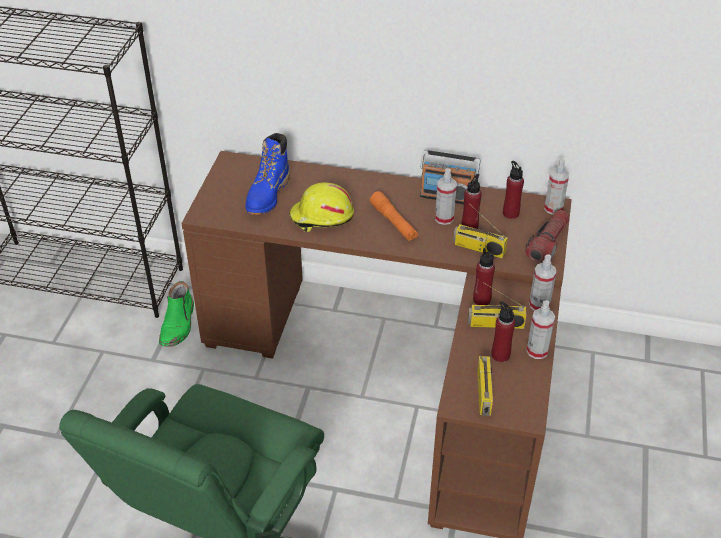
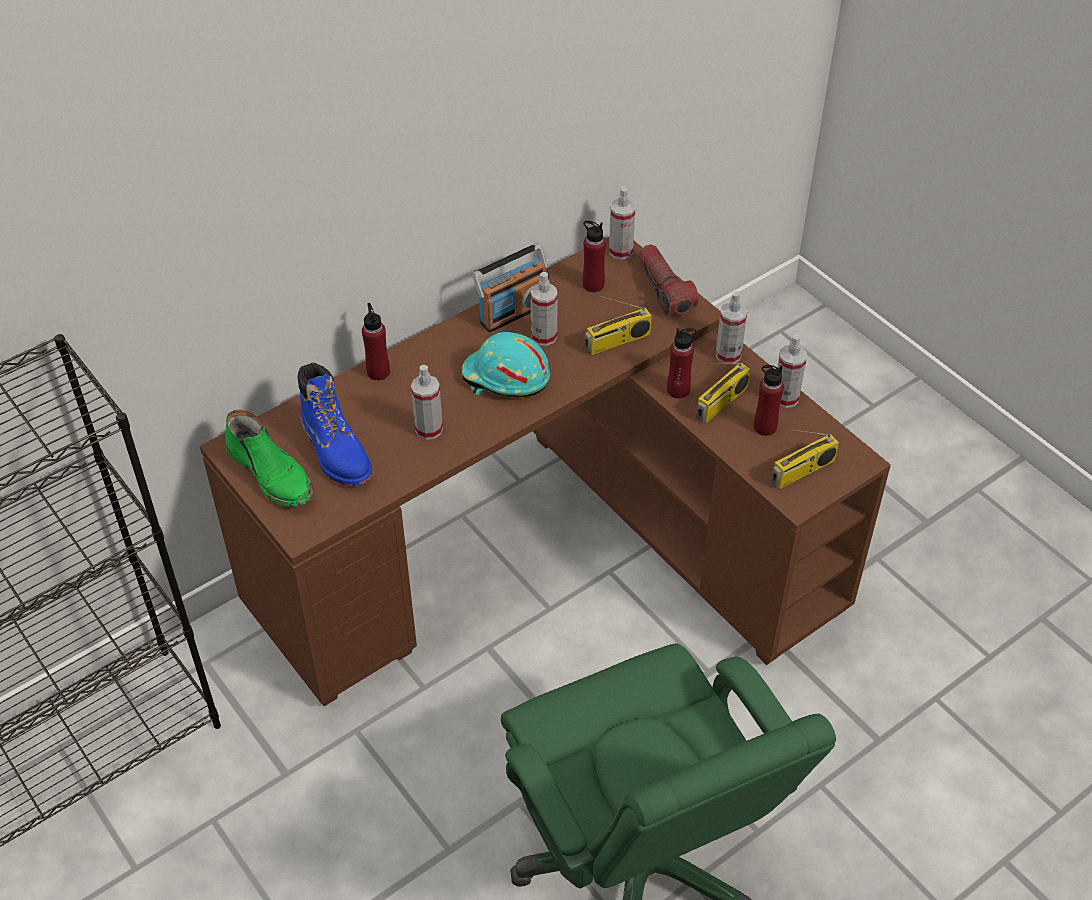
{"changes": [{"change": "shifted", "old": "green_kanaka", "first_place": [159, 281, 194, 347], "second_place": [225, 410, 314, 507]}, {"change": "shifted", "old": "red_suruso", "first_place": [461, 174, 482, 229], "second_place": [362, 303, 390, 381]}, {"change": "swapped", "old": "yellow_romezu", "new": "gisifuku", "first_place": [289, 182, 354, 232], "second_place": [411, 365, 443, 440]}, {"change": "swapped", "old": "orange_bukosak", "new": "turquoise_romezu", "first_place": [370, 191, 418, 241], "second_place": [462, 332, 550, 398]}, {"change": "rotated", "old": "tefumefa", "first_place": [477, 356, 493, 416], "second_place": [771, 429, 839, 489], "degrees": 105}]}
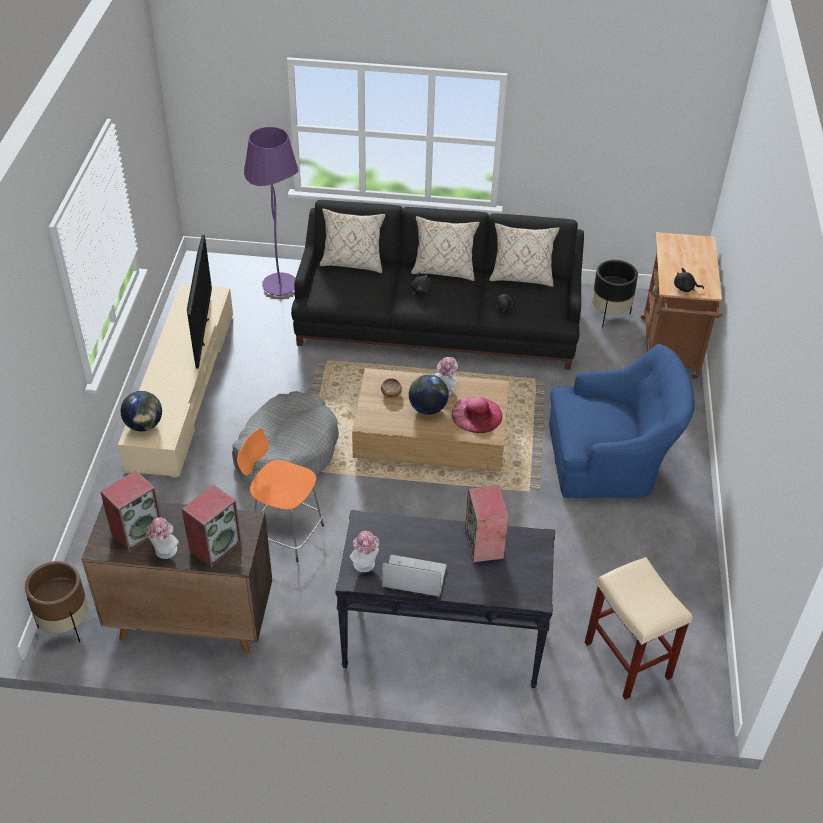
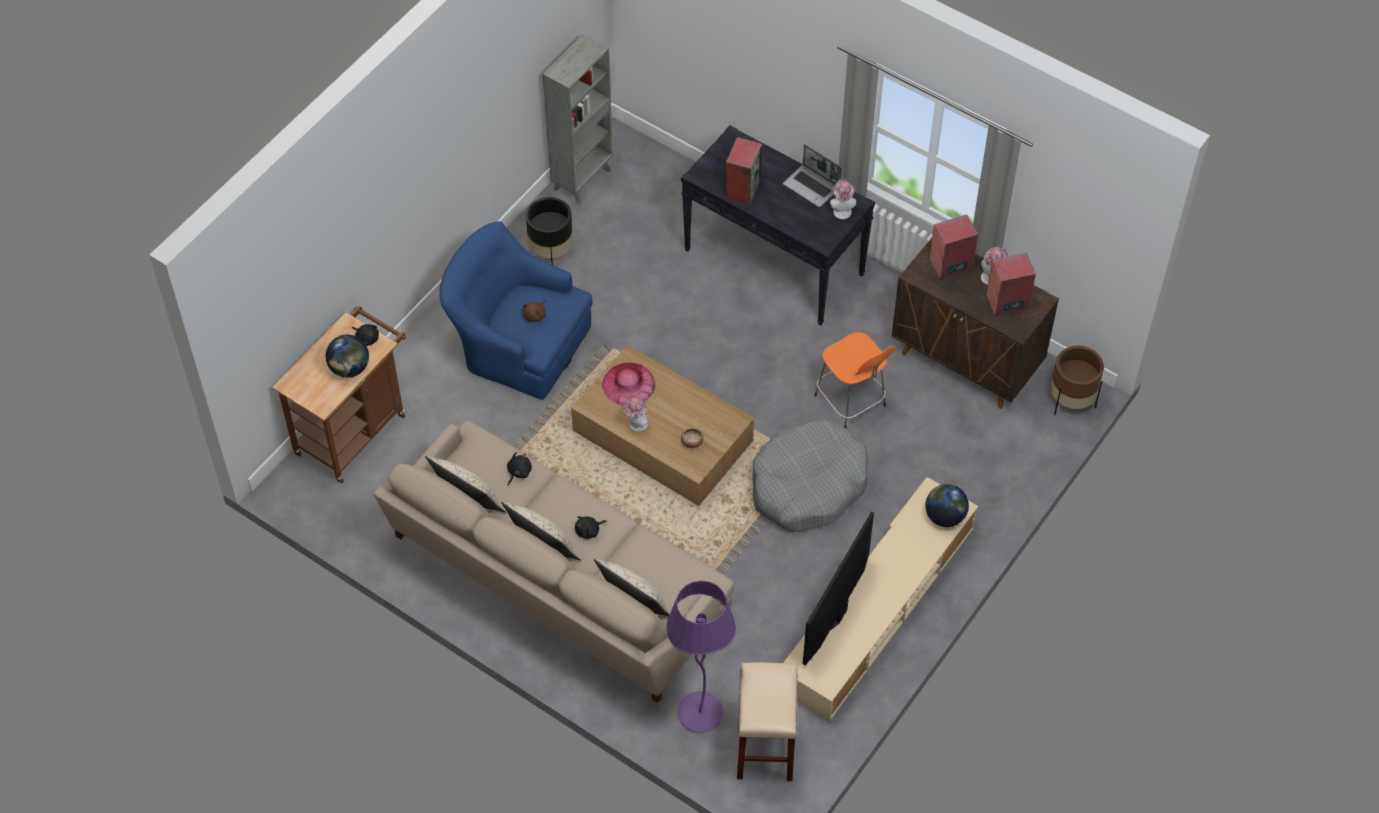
{"changes": [{"change": "shifted", "old": "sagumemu", "first_place": [409, 374, 449, 415], "second_place": [326, 335, 369, 378]}, {"change": "repainted", "old": "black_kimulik", "new": "beige_kimulik", "first_place": [291, 200, 584, 370], "second_place": [374, 420, 734, 703]}, {"change": "new", "new": "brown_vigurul", "second_place": [522, 300, 546, 322]}, {"change": "shifted", "old": "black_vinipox", "first_place": [592, 260, 638, 327], "second_place": [526, 197, 573, 265]}, {"change": "new", "new": "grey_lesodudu", "second_place": [543, 34, 613, 204]}, {"change": "shifted", "old": "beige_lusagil", "first_place": [585, 557, 692, 700], "second_place": [737, 662, 798, 781]}]}
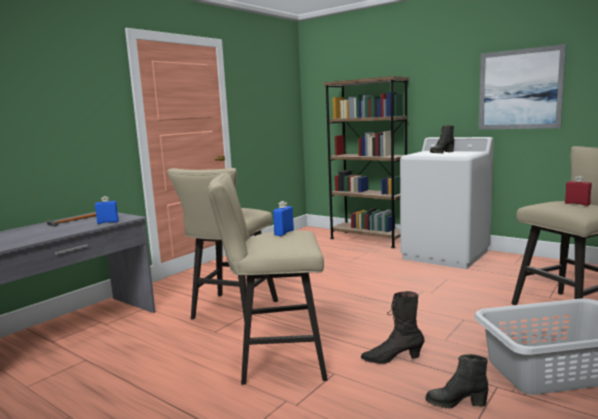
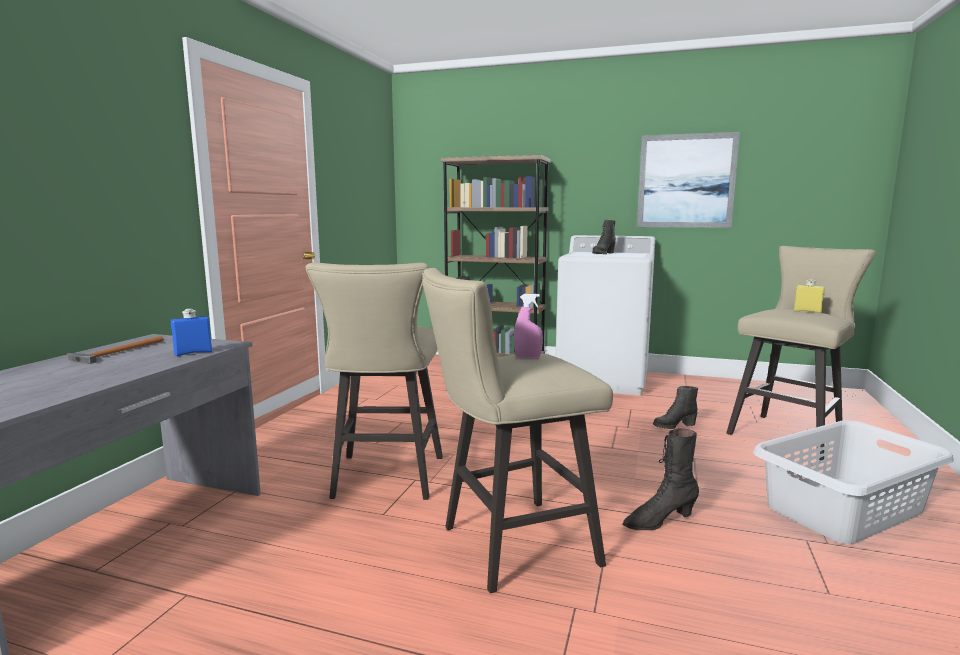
{"changes": [{"change": "swapped", "old": "blue_suruso", "new": "pink_gisifuku", "first_place": [273, 201, 294, 236], "second_place": [514, 294, 543, 358]}, {"change": "shifted", "old": "black_kanaka", "first_place": [426, 354, 488, 409], "second_place": [653, 386, 698, 429]}, {"change": "repainted", "old": "red_suruso", "new": "yellow_suruso", "first_place": [565, 176, 592, 206], "second_place": [794, 279, 825, 313]}]}
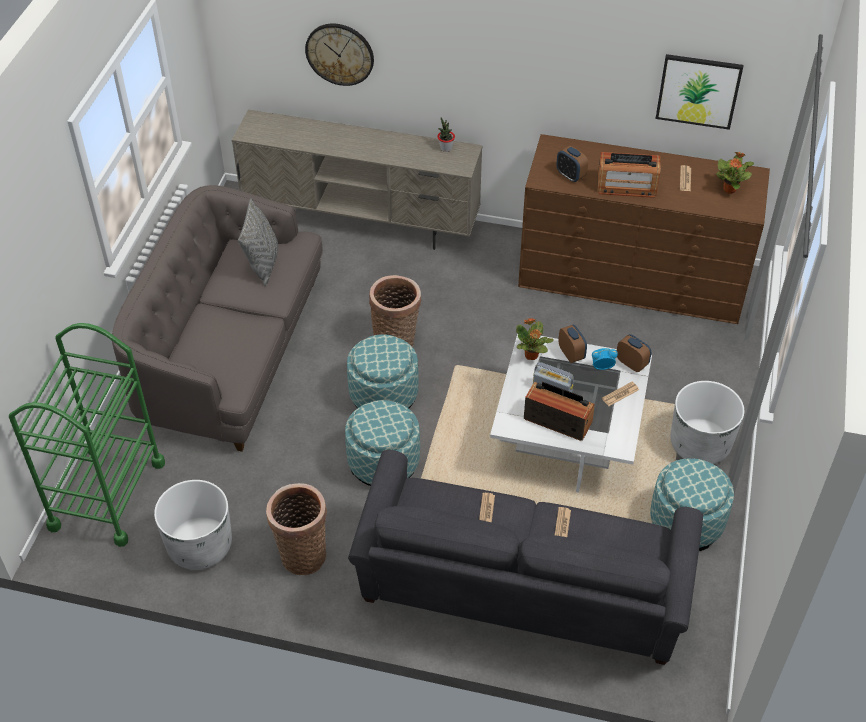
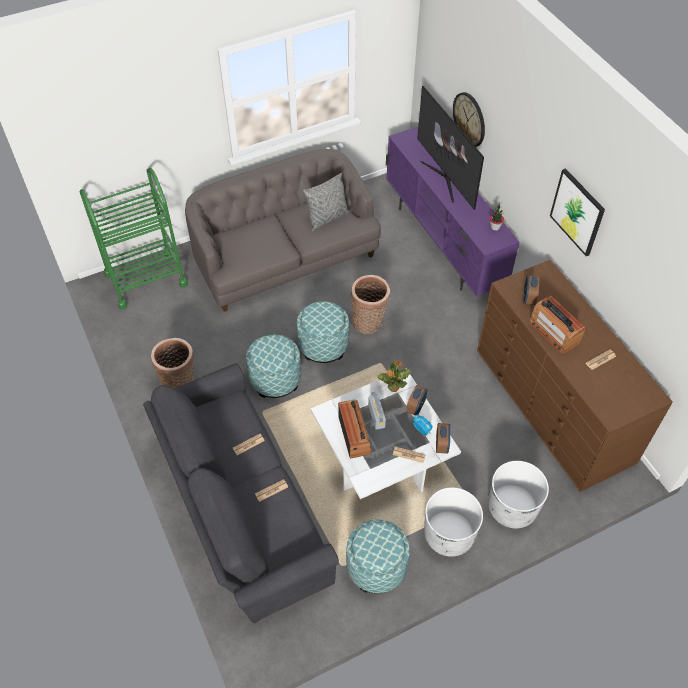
{"changes": [{"change": "repainted", "old": "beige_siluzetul", "new": "purple_siluzetul", "first_place": [232, 109, 483, 250], "second_place": [386, 127, 520, 297]}, {"change": "new", "new": "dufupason", "second_place": [417, 86, 484, 210]}, {"change": "shifted", "old": "white_vinipox", "first_place": [154, 480, 232, 570], "second_place": [488, 461, 549, 528]}, {"change": "shifted", "old": "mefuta", "first_place": [656, 54, 743, 130], "second_place": [550, 168, 605, 256]}, {"change": "gone", "old": "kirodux", "first_place": [716, 152, 754, 194]}]}
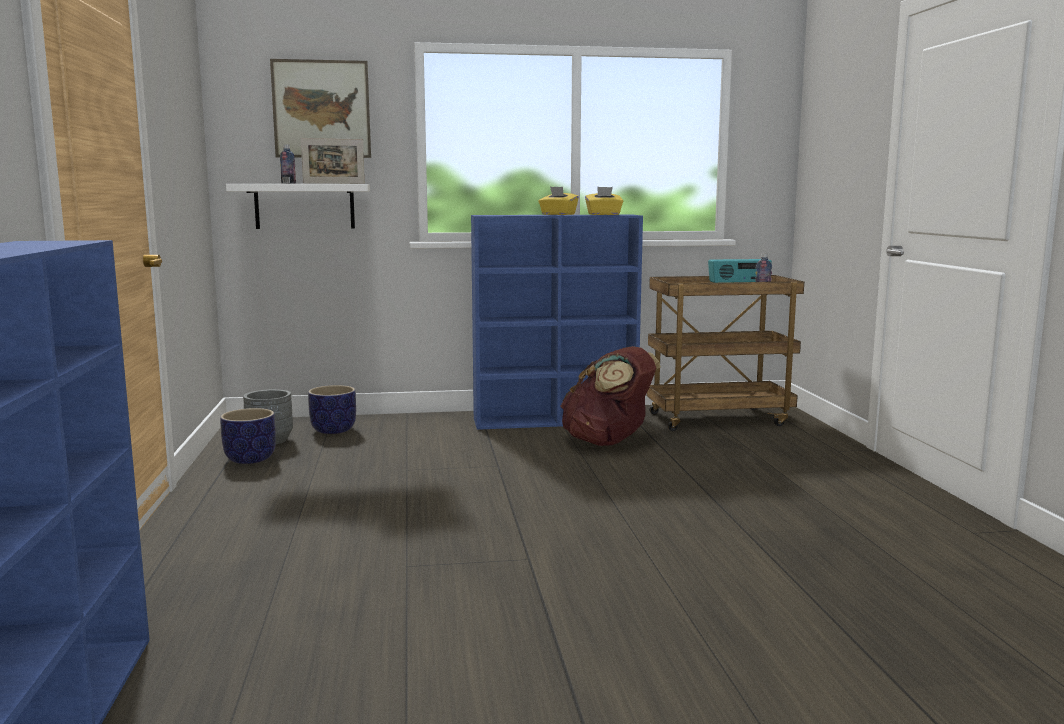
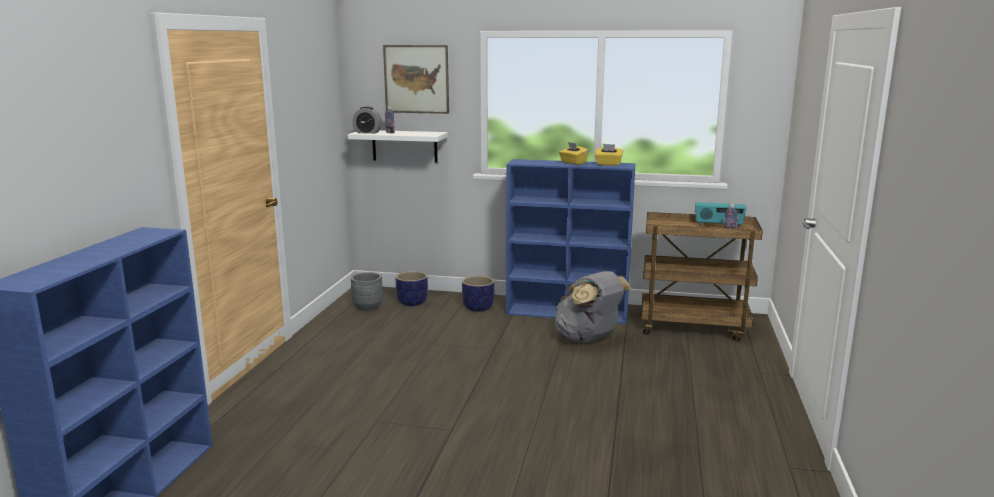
{"changes": [{"change": "new", "new": "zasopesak", "second_place": [353, 106, 382, 134]}, {"change": "shifted", "old": "vinipox", "first_place": [220, 408, 276, 464], "second_place": [462, 276, 495, 312]}, {"change": "repainted", "old": "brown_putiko", "new": "grey_putiko", "first_place": [560, 346, 661, 446], "second_place": [555, 271, 632, 343]}, {"change": "gone", "old": "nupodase", "first_place": [301, 138, 365, 184]}]}
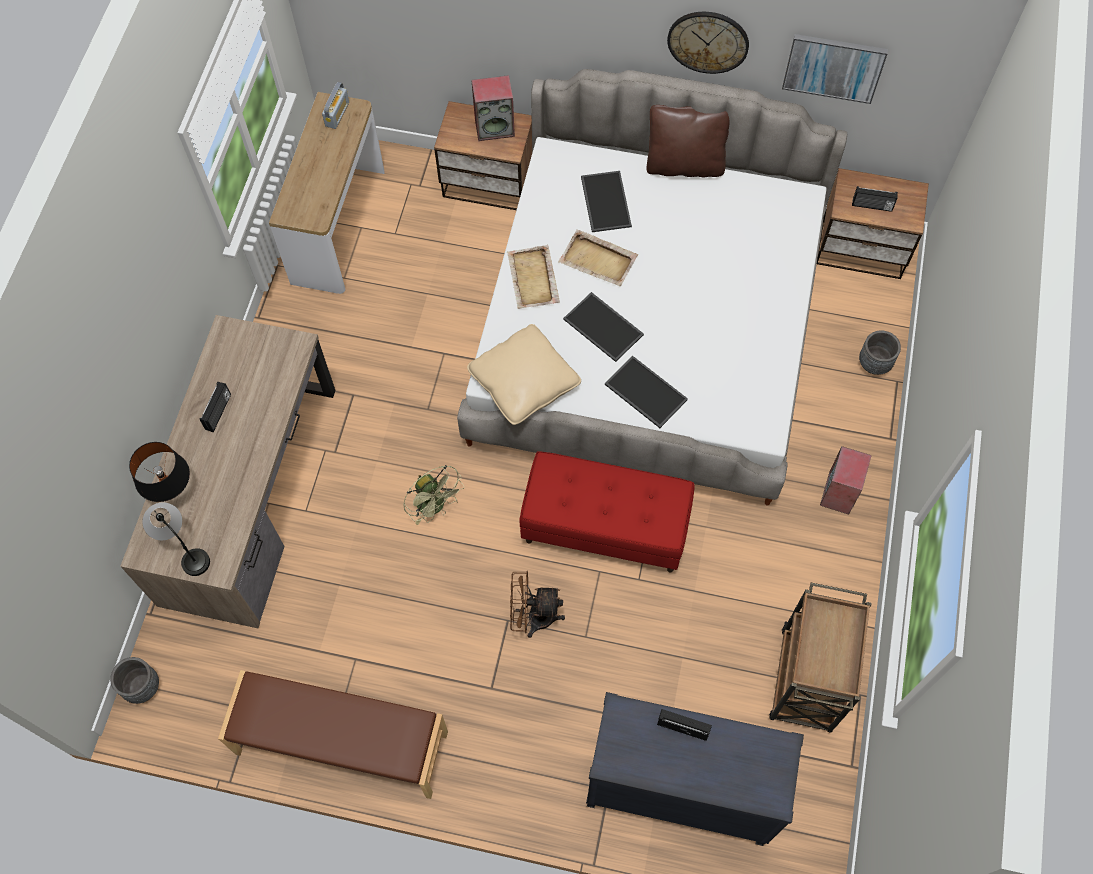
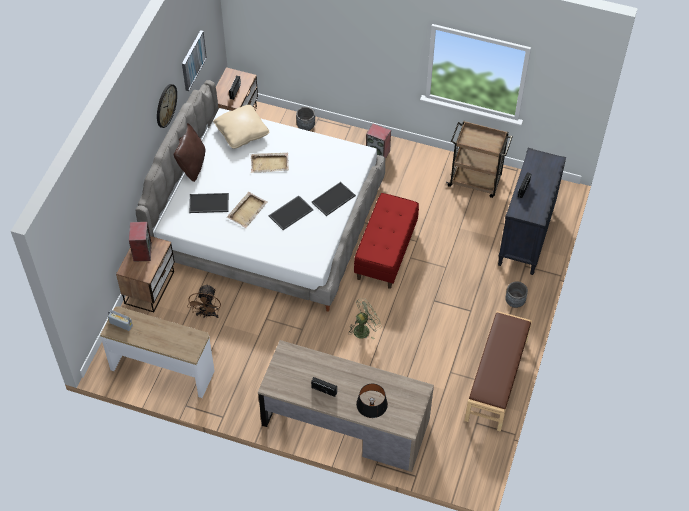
{"changes": [{"change": "shifted", "old": "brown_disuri", "first_place": [510, 571, 565, 638], "second_place": [187, 284, 221, 318]}, {"change": "shifted", "old": "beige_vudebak", "first_place": [467, 324, 581, 425], "second_place": [213, 105, 270, 149]}, {"change": "shifted", "old": "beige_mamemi", "first_place": [506, 245, 560, 309], "second_place": [251, 153, 289, 173]}, {"change": "shifted", "old": "grey_vinipox", "first_place": [110, 657, 159, 704], "second_place": [505, 282, 528, 308]}, {"change": "gone", "old": "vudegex", "first_place": [142, 502, 210, 576]}]}
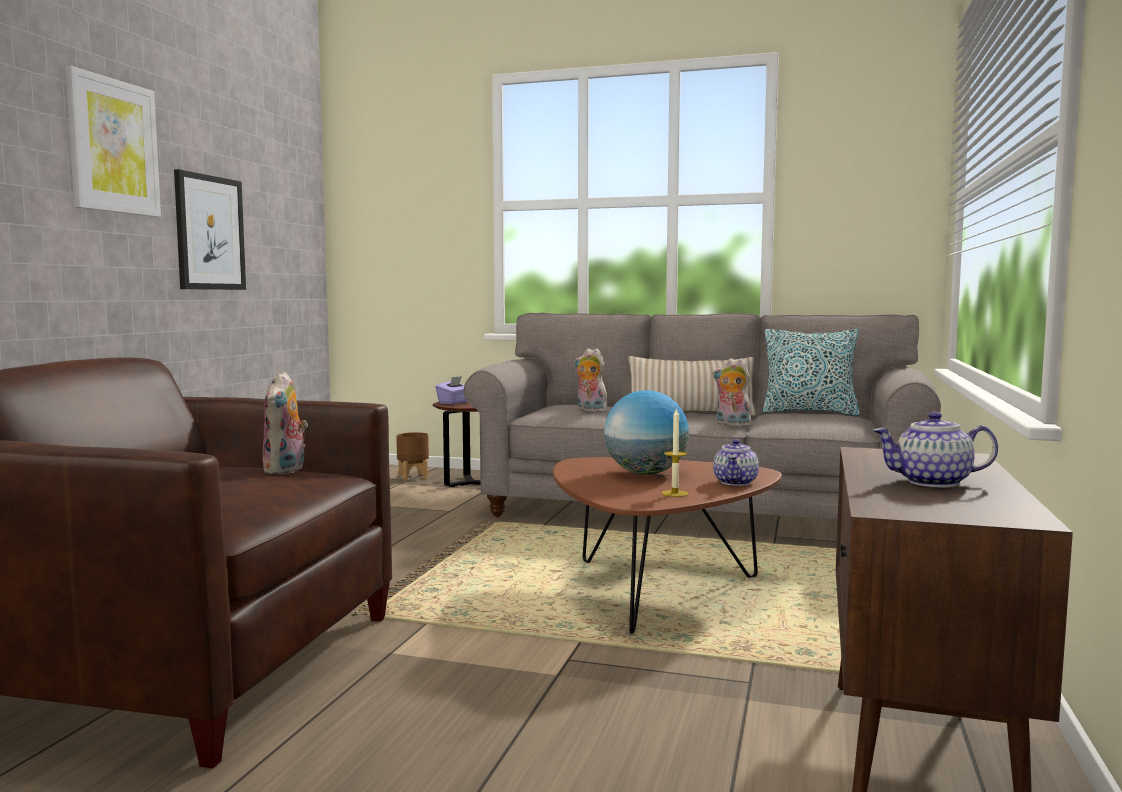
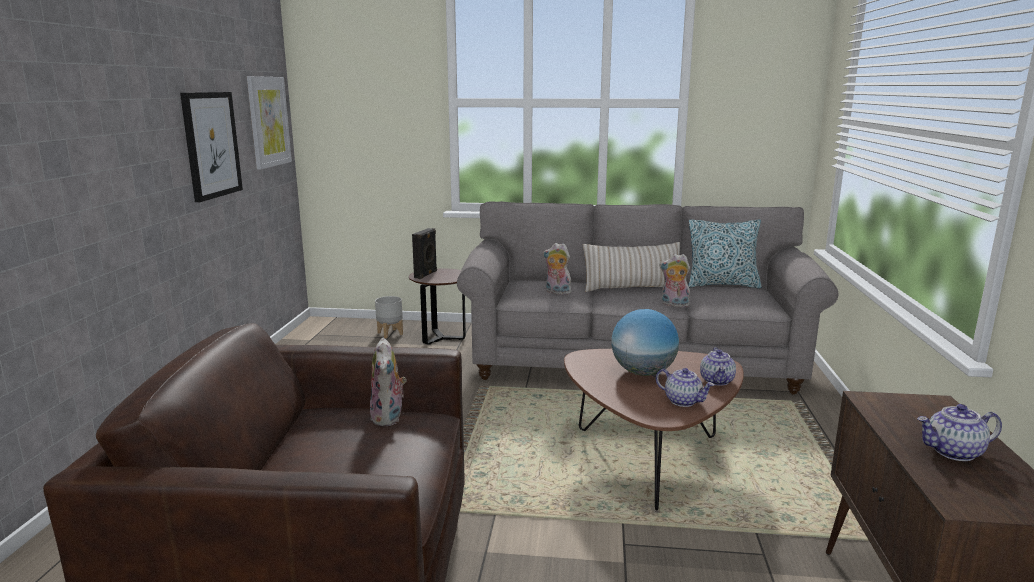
{"changes": [{"change": "shifted", "old": "mefuta", "first_place": [65, 66, 161, 217], "second_place": [247, 76, 292, 170]}, {"change": "repainted", "old": "brown_vinipox", "new": "grey_vinipox", "first_place": [396, 432, 429, 481], "second_place": [375, 296, 403, 338]}, {"change": "swapped", "old": "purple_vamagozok", "new": "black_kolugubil", "first_place": [436, 376, 467, 404], "second_place": [412, 228, 437, 279]}, {"change": "swapped", "old": "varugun", "new": "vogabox", "first_place": [662, 407, 689, 497], "second_place": [656, 368, 714, 407]}]}
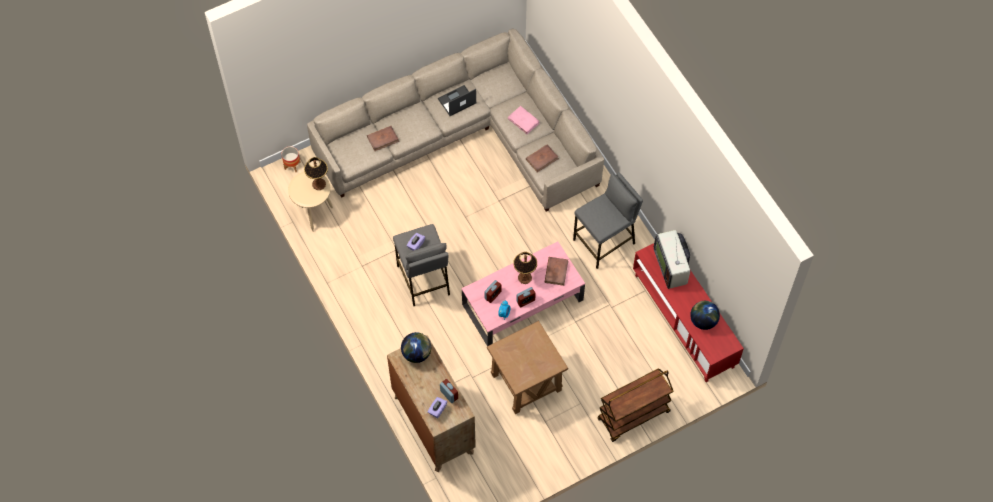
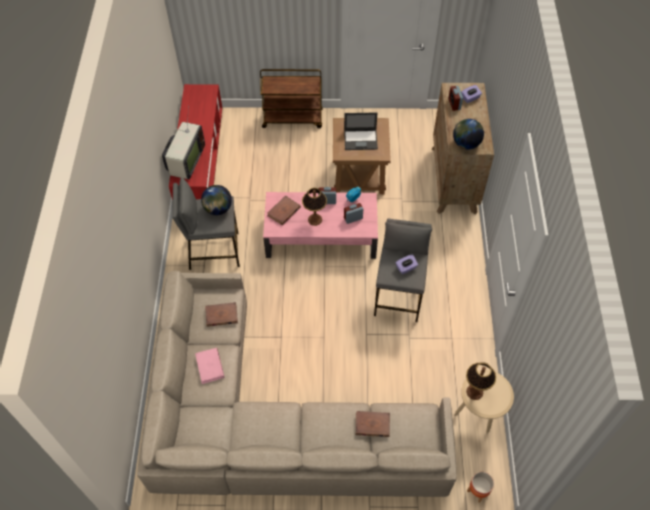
{"changes": [{"change": "shifted", "old": "sagumemu", "first_place": [690, 301, 720, 330], "second_place": [201, 185, 232, 215]}, {"change": "shifted", "old": "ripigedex", "first_place": [438, 85, 477, 116], "second_place": [344, 112, 378, 150]}]}
